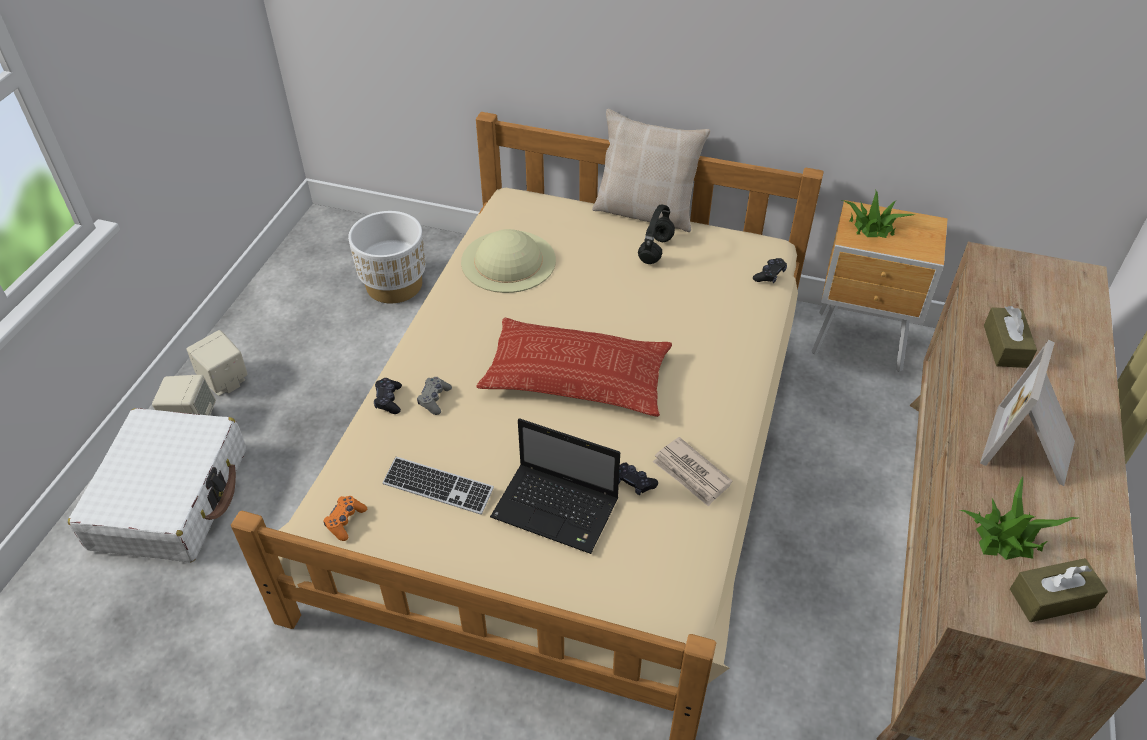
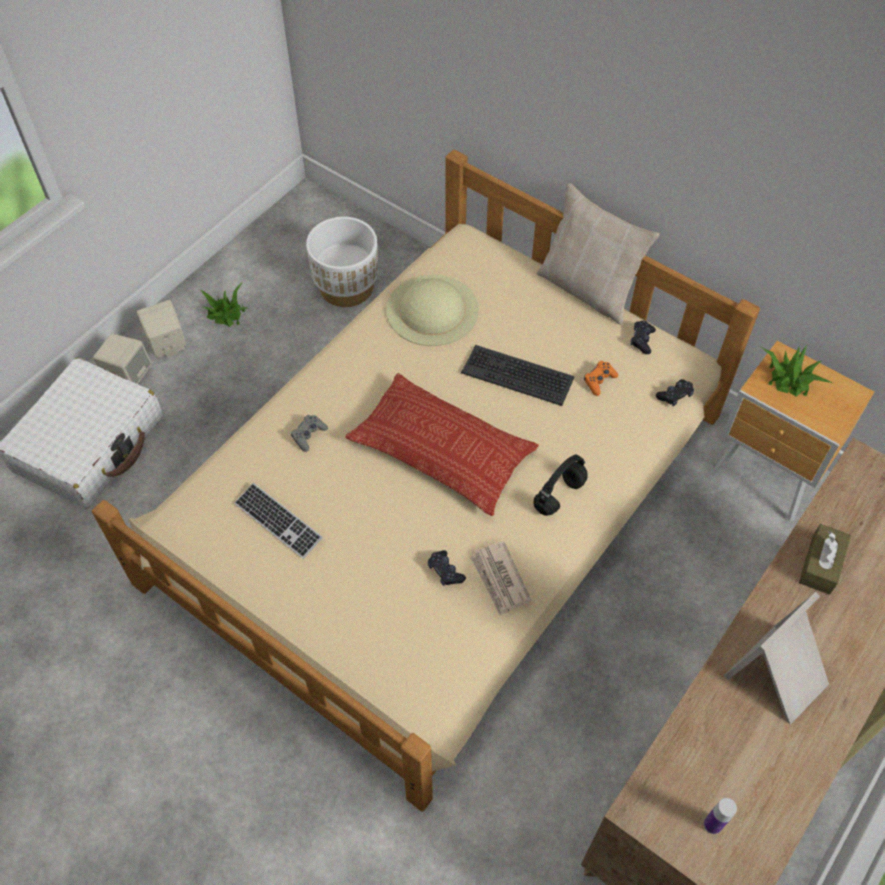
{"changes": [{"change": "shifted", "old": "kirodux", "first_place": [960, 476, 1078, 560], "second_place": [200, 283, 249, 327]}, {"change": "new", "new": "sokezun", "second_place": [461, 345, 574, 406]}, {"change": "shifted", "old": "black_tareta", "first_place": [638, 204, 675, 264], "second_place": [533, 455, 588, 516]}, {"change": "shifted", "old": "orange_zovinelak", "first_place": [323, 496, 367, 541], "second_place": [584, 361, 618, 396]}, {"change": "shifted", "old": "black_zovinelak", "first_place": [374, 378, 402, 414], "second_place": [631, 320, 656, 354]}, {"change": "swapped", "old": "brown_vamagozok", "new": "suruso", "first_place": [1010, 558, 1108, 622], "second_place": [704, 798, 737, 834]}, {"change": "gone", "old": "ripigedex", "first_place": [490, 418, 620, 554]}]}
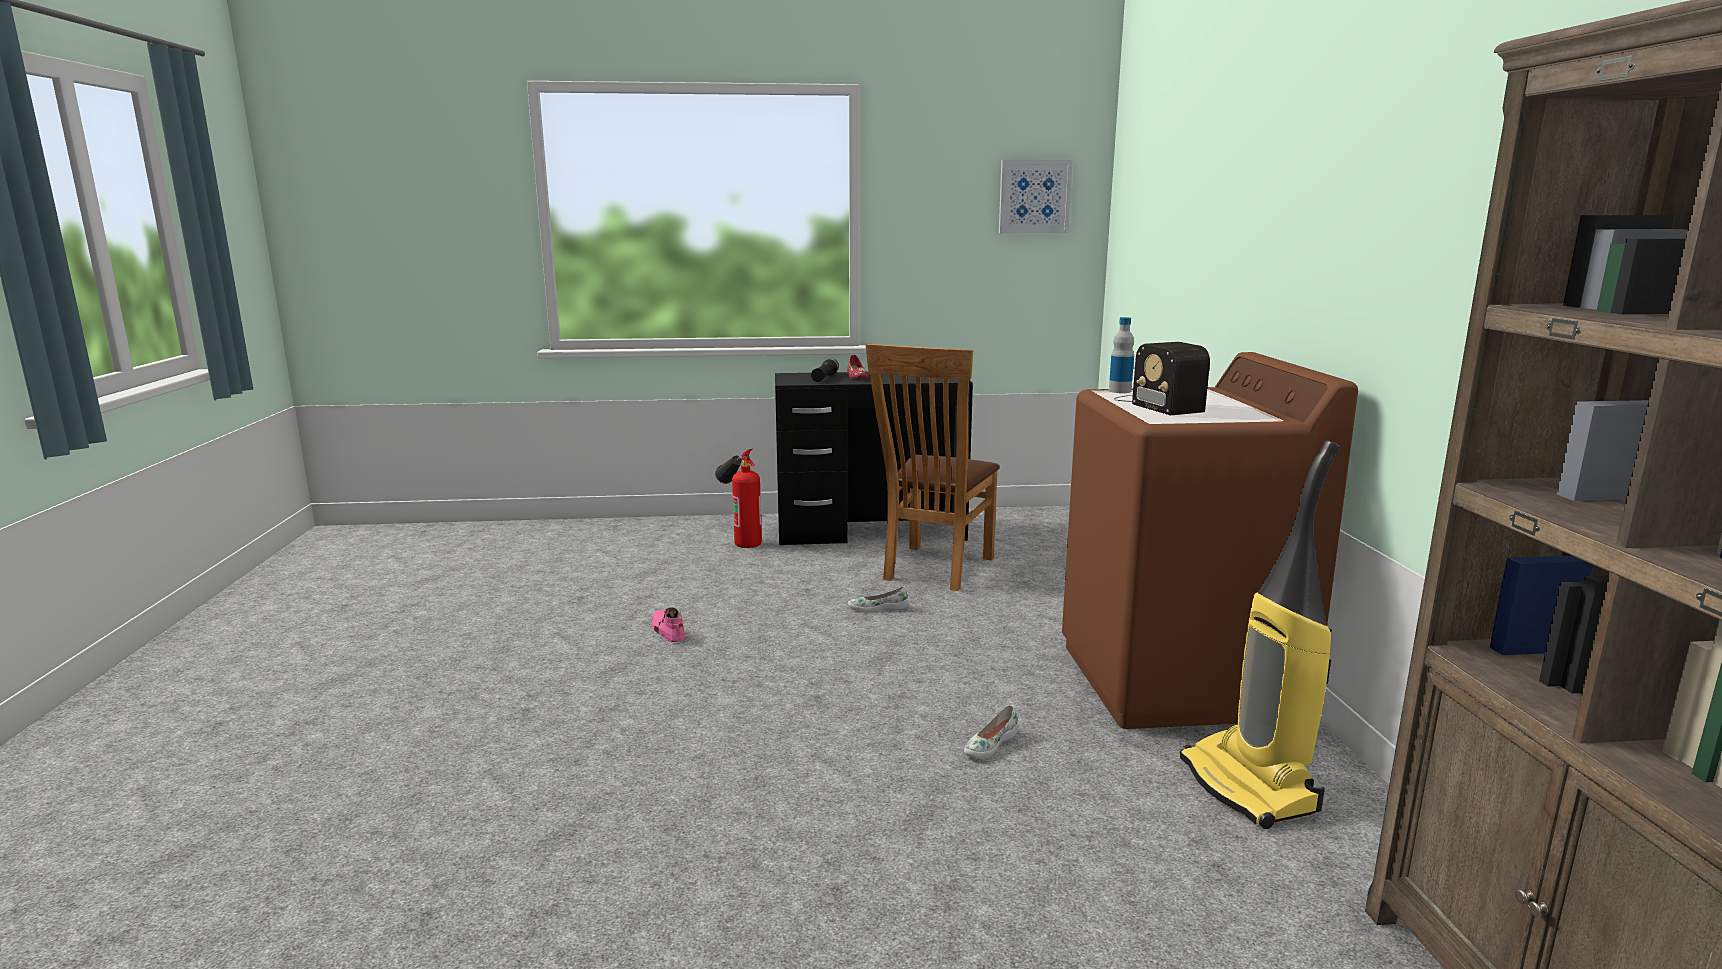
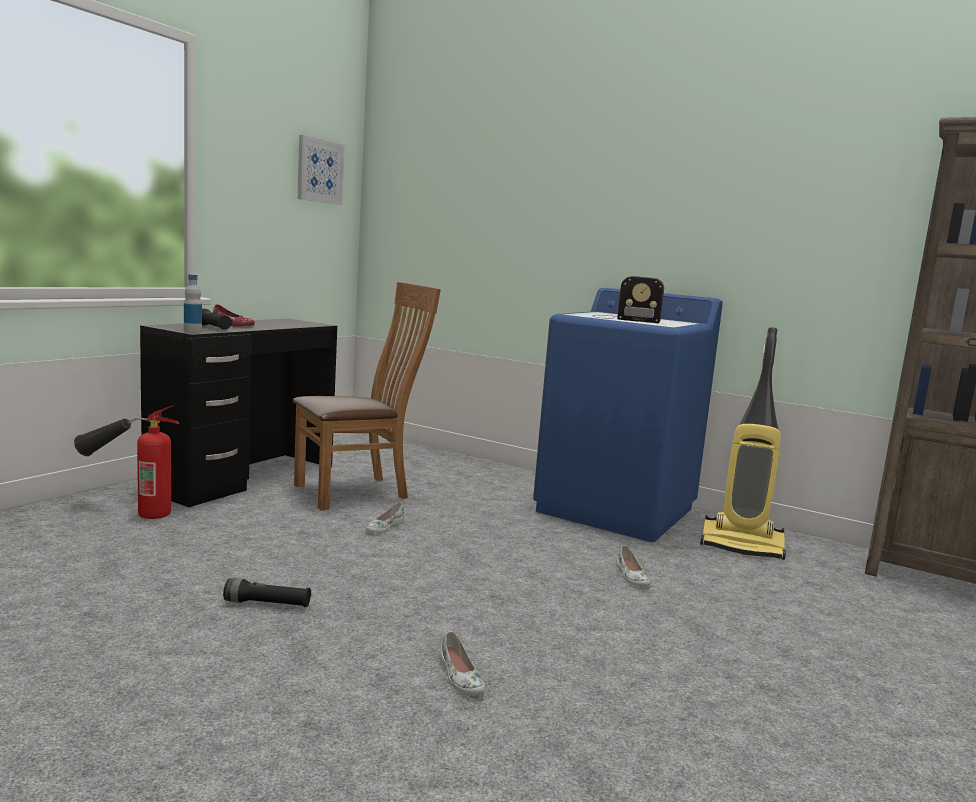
{"changes": [{"change": "shifted", "old": "suruso", "first_place": [1109, 317, 1134, 393], "second_place": [184, 274, 202, 332]}, {"change": "swapped", "old": "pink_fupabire", "new": "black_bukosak", "first_place": [652, 607, 685, 642], "second_place": [223, 578, 311, 607]}, {"change": "rotated", "old": "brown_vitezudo", "first_place": [866, 344, 1000, 591], "second_place": [293, 282, 441, 510], "degrees": -90}, {"change": "new", "new": "white_fupabire", "second_place": [439, 631, 485, 695]}, {"change": "repainted", "old": "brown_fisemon", "new": "blue_fisemon", "first_place": [1062, 352, 1358, 729], "second_place": [533, 288, 723, 542]}]}
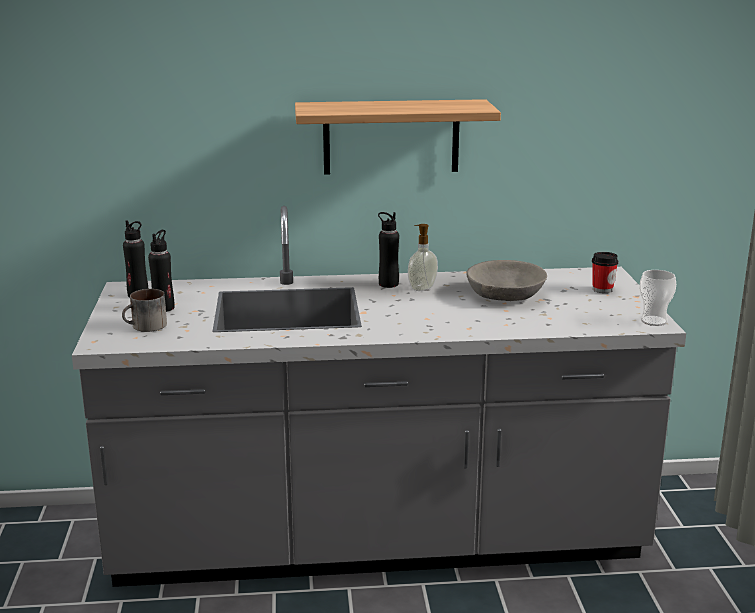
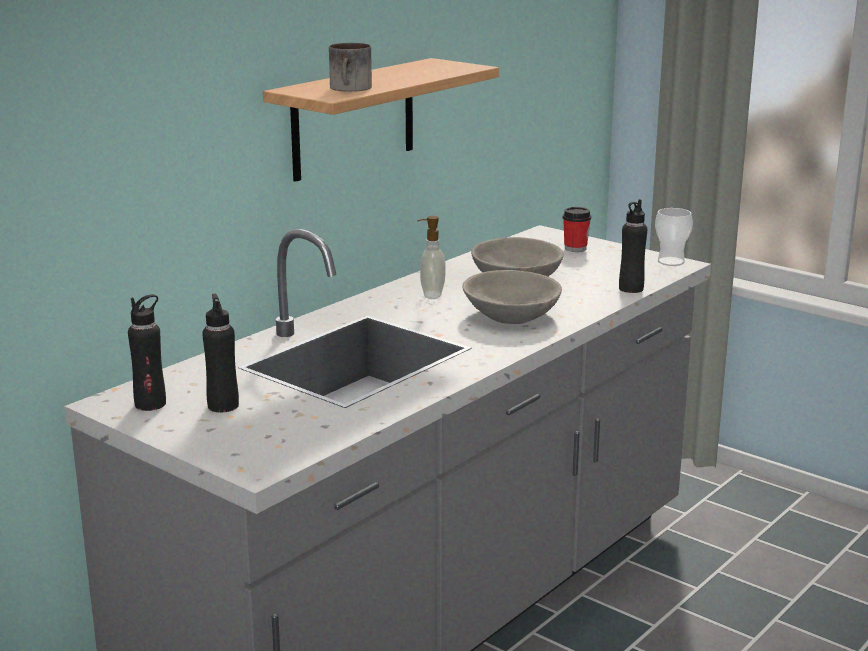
{"changes": [{"change": "shifted", "old": "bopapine", "first_place": [122, 289, 167, 332], "second_place": [329, 43, 372, 92]}, {"change": "new", "new": "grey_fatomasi", "second_place": [462, 270, 562, 324]}, {"change": "shifted", "old": "black_suruso", "first_place": [378, 212, 399, 288], "second_place": [619, 199, 647, 293]}]}
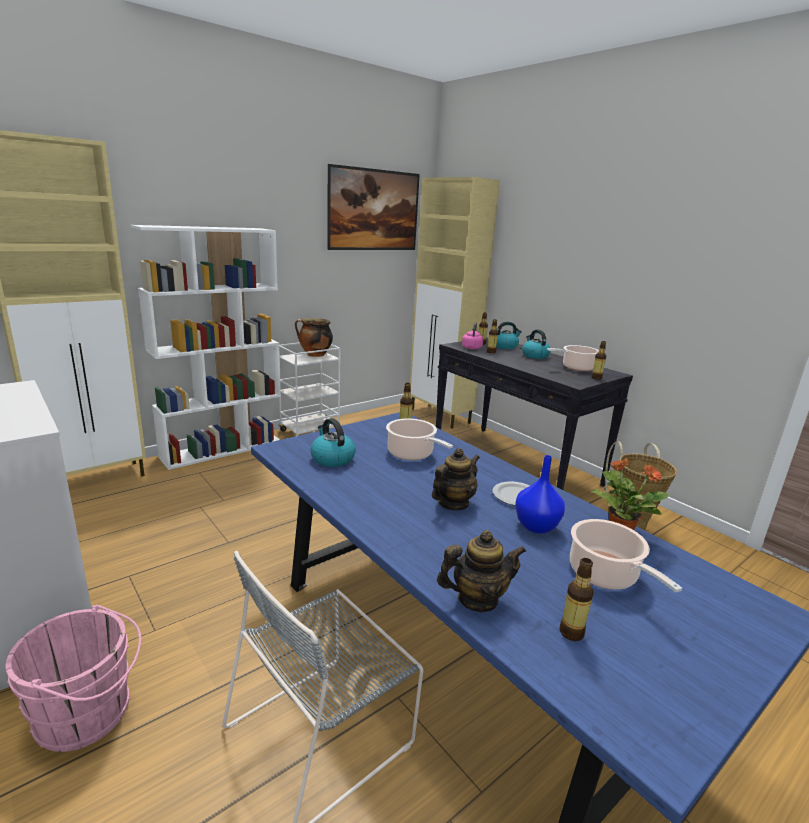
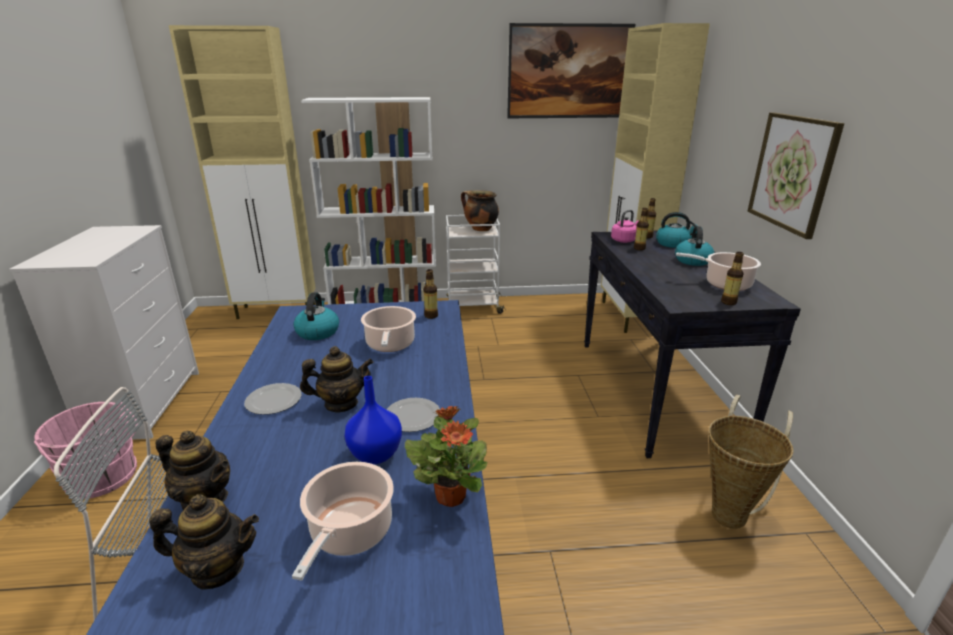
{"changes": [{"change": "swapped", "old": "suruso", "new": "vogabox", "first_place": [560, 558, 594, 641], "second_place": [149, 494, 259, 590]}, {"change": "new", "new": "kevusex", "second_place": [244, 383, 302, 415]}, {"change": "new", "new": "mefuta", "second_place": [748, 112, 844, 239]}]}
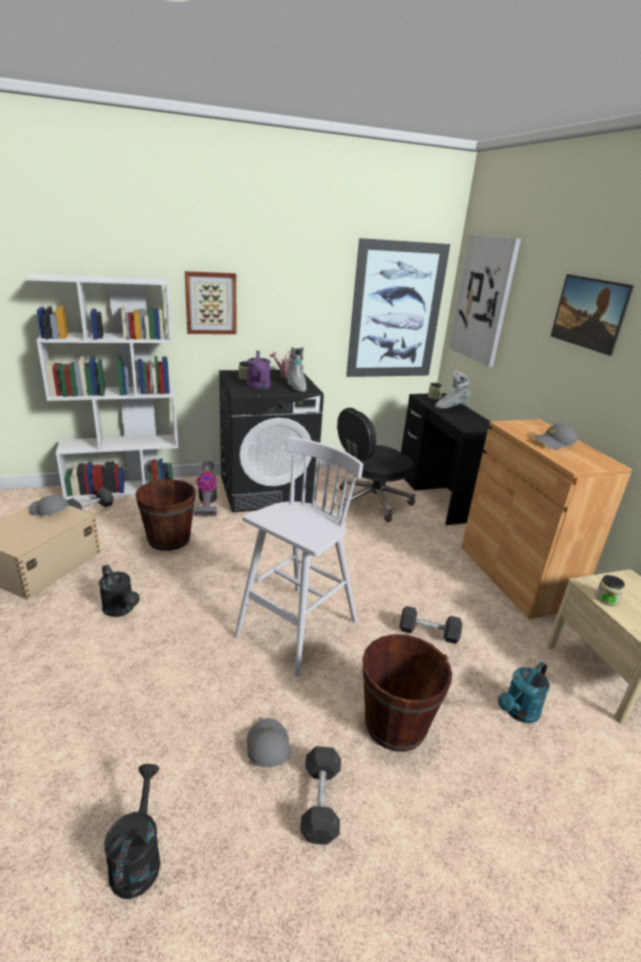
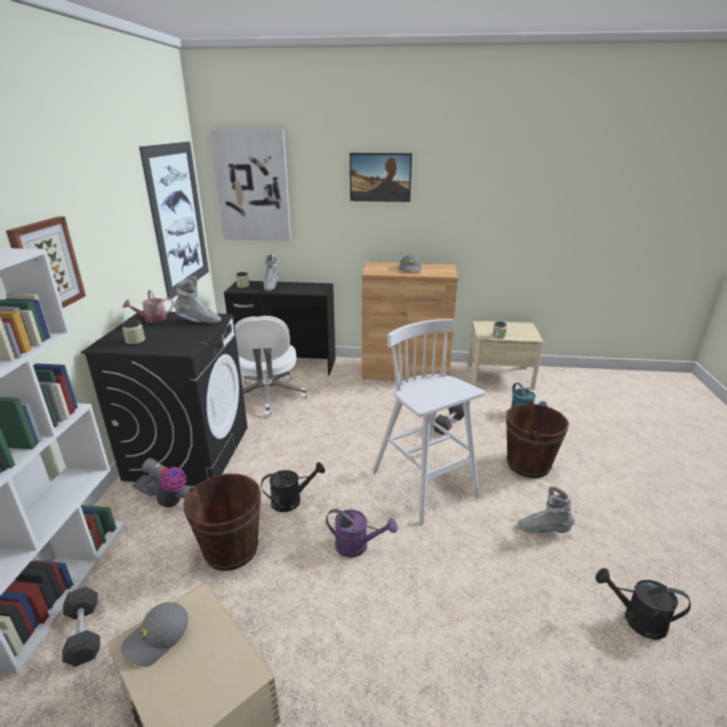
{"changes": [{"change": "repainted", "old": "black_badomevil", "new": "white_badomevil", "first_place": [337, 408, 415, 522], "second_place": [235, 316, 307, 417]}, {"change": "shifted", "old": "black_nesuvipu", "first_place": [99, 565, 140, 617], "second_place": [261, 462, 325, 512]}, {"change": "shifted", "old": "purple_nesuvipu", "first_place": [247, 351, 270, 390], "second_place": [326, 509, 397, 558]}, {"change": "swapped", "old": "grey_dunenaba", "new": "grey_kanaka", "first_place": [247, 718, 290, 767], "second_place": [518, 486, 575, 533]}, {"change": "gone", "old": "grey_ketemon", "first_place": [300, 746, 341, 845]}]}
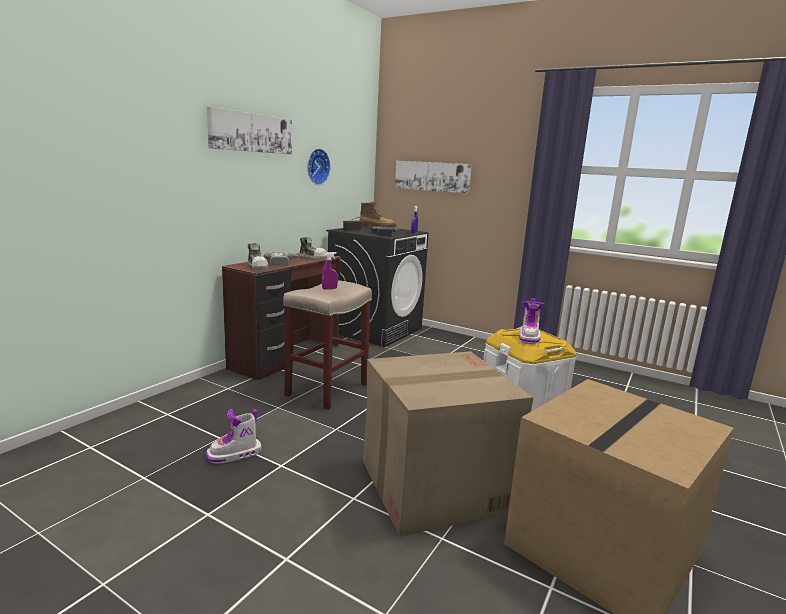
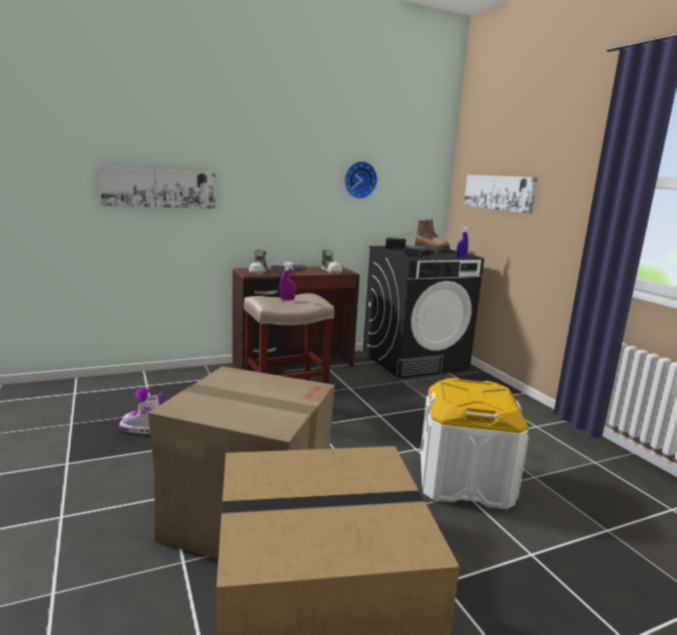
{"changes": [{"change": "shifted", "old": "mefuta", "first_place": [207, 107, 292, 155], "second_place": [99, 167, 215, 209]}, {"change": "gone", "old": "kanaka", "first_place": [519, 298, 546, 344]}]}
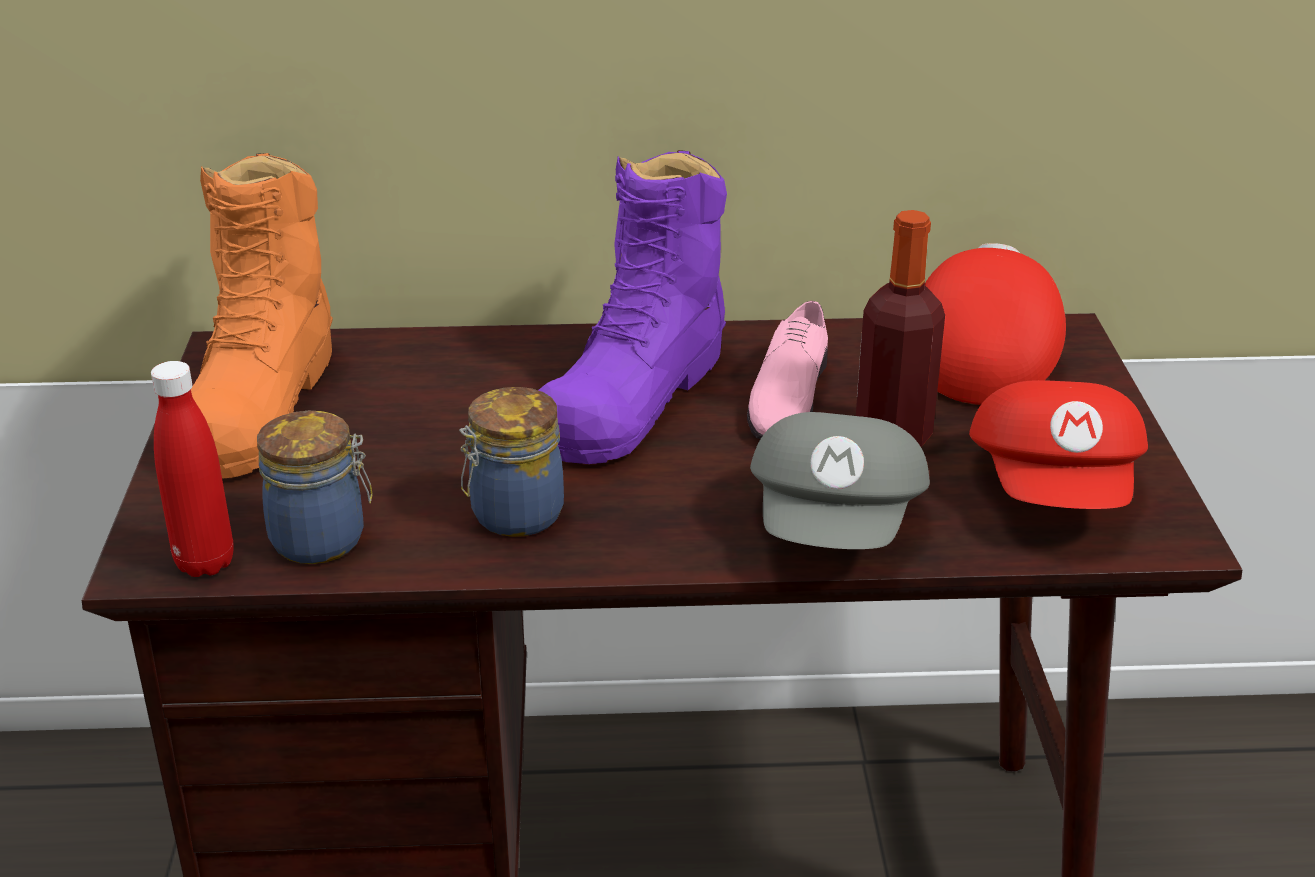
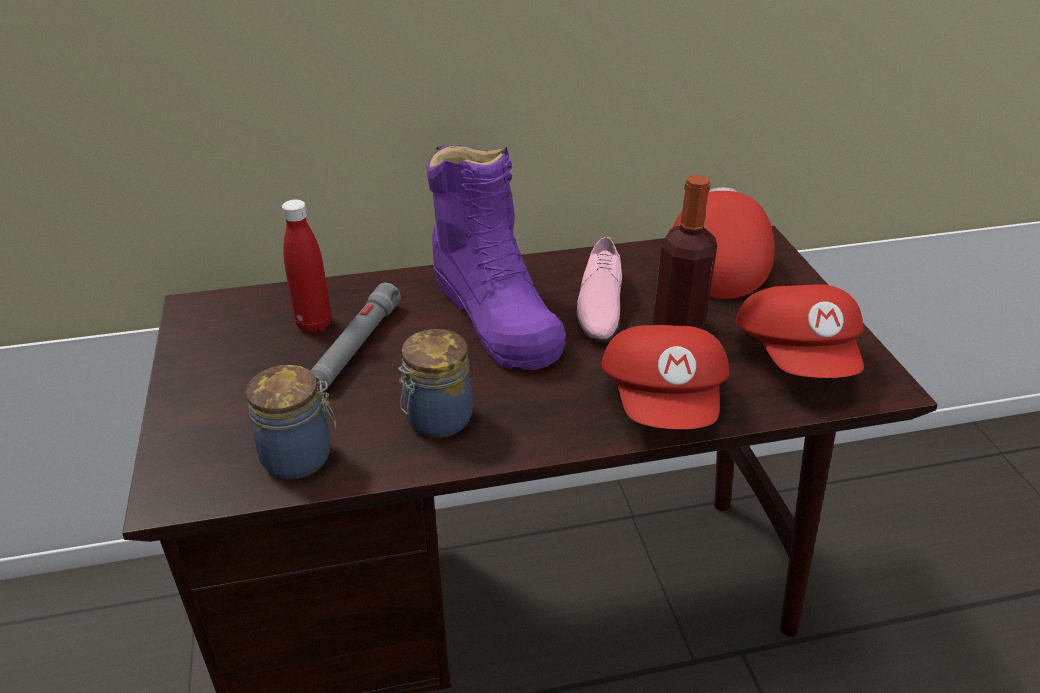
{"changes": [{"change": "shifted", "old": "red_suruso", "first_place": [151, 361, 234, 577], "second_place": [282, 199, 331, 333]}, {"change": "new", "new": "grey_bukosak", "second_place": [310, 283, 401, 388]}, {"change": "rotated", "old": "purple_kanaka", "first_place": [538, 150, 727, 464], "second_place": [426, 145, 566, 370], "degrees": -45}, {"change": "repainted", "old": "grey_dunenaba", "new": "red_dunenaba", "first_place": [750, 412, 930, 549], "second_place": [602, 325, 729, 429]}, {"change": "gone", "old": "orange_kanaka", "first_place": [191, 153, 333, 479]}]}
